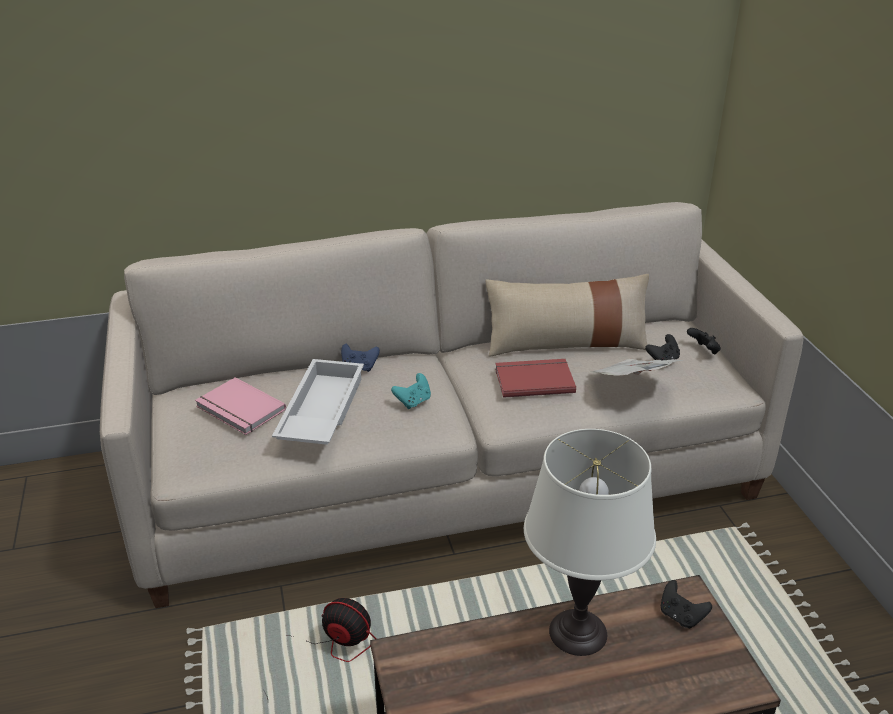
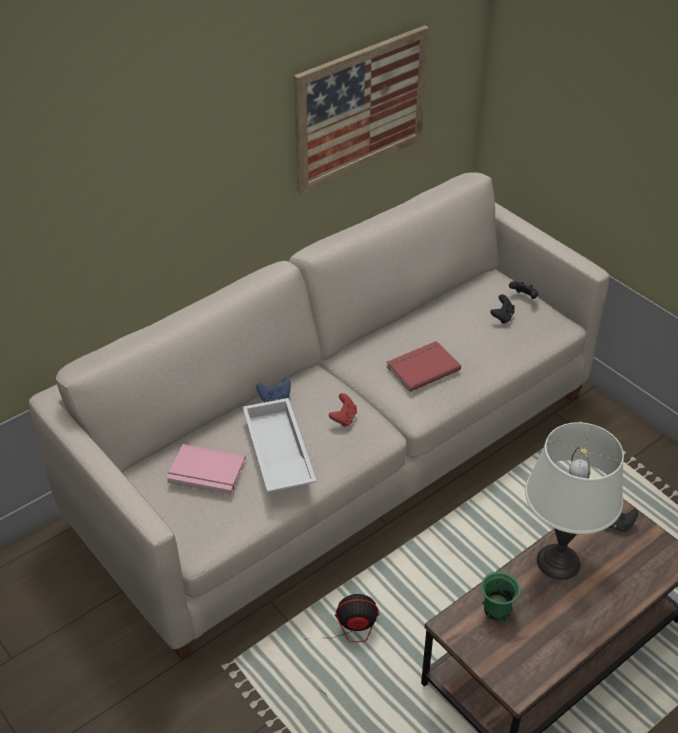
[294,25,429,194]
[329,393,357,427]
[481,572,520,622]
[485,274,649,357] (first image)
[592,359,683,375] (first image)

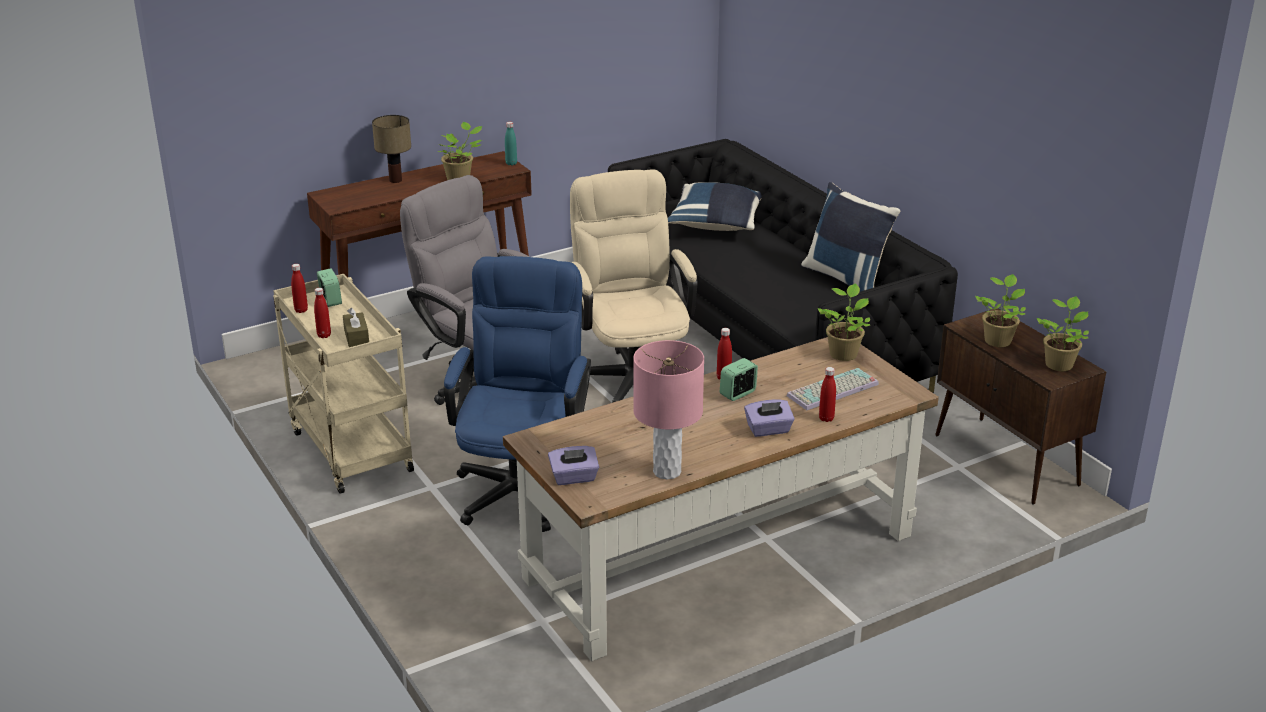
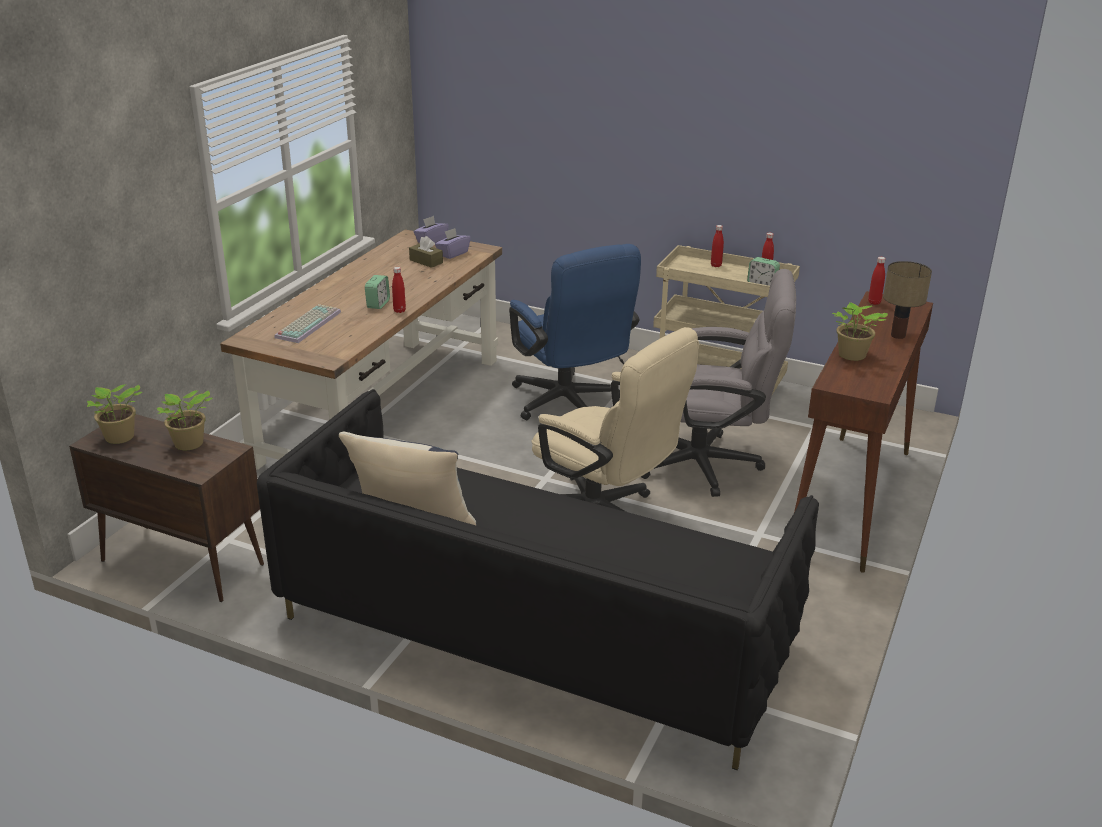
[409,236,443,268]
[435,228,470,259]
[868,257,886,305]
[505,122,517,166] (first image)
[633,340,704,480] (first image)
[668,182,762,231] (first image)
[818,283,870,361] (first image)

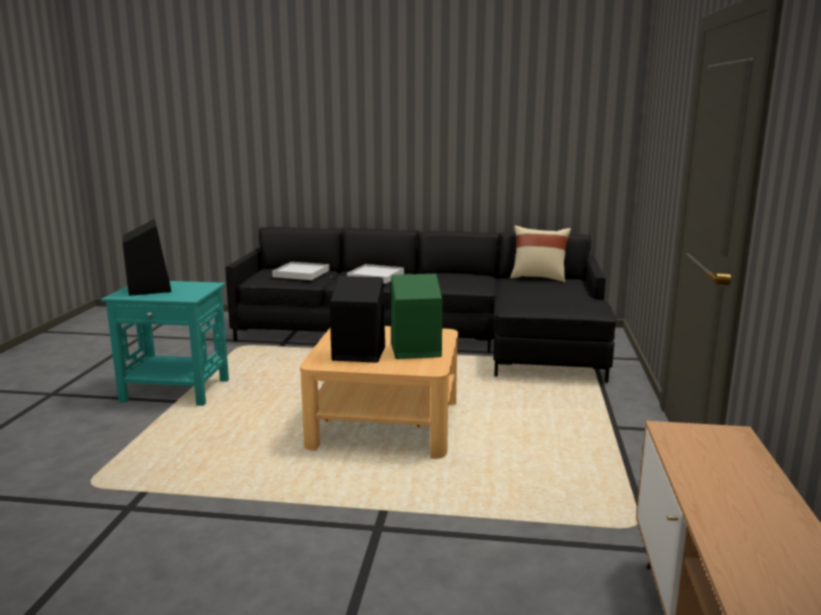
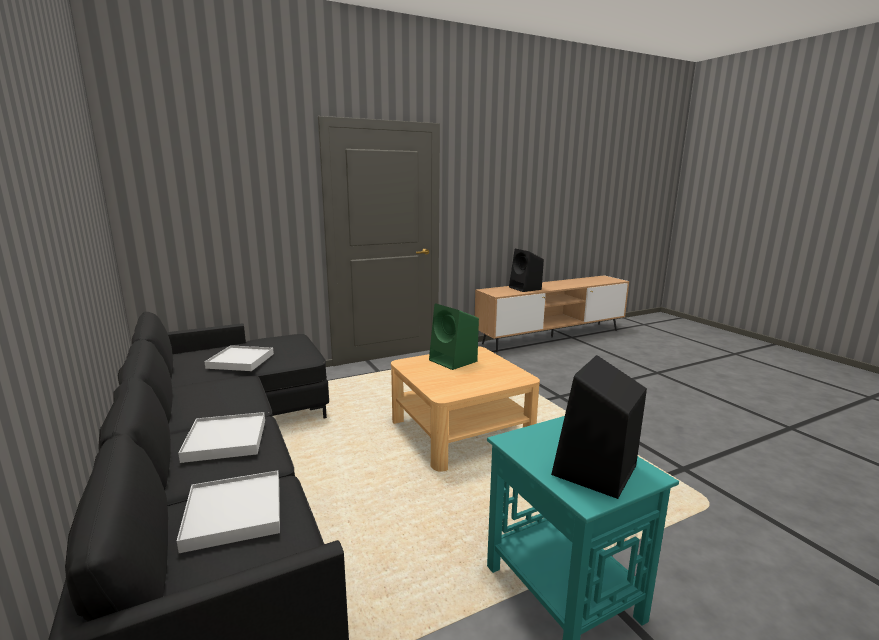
[204,345,274,371]
[509,249,544,292]
[510,225,571,282] (first image)

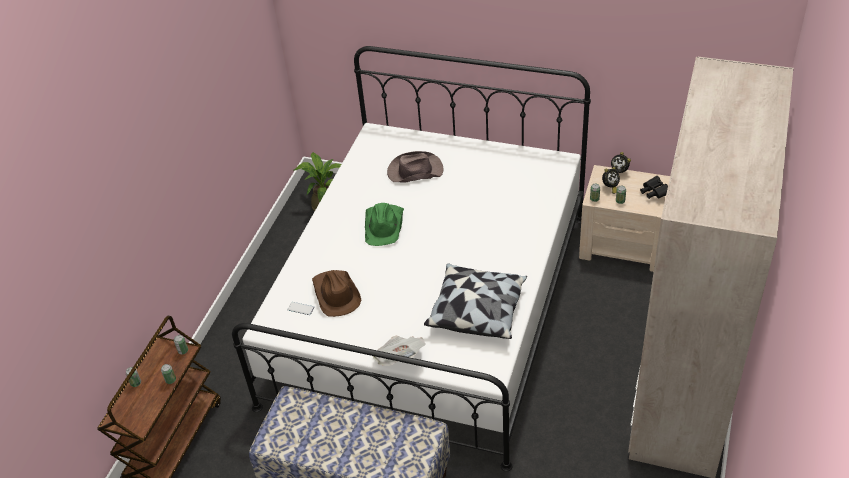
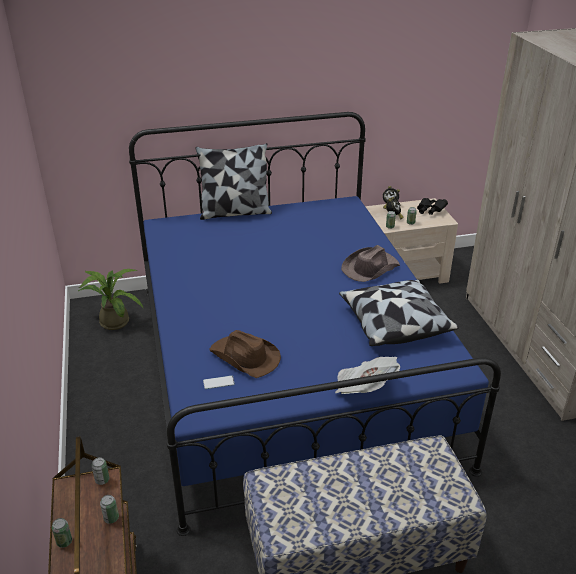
[129,112,501,536]
[196,143,272,220]
[341,245,400,282]
[365,203,404,246] (first image)

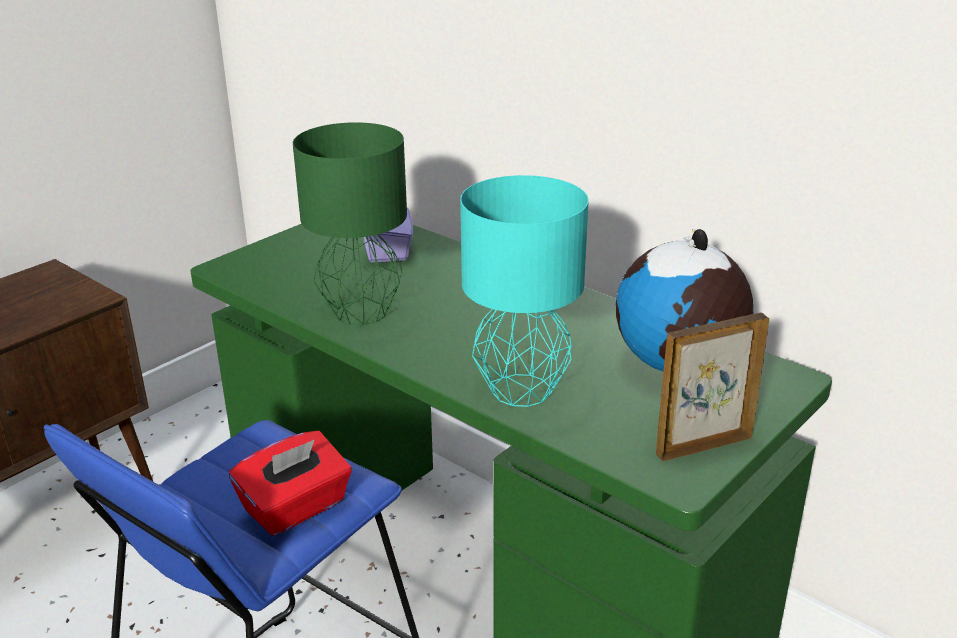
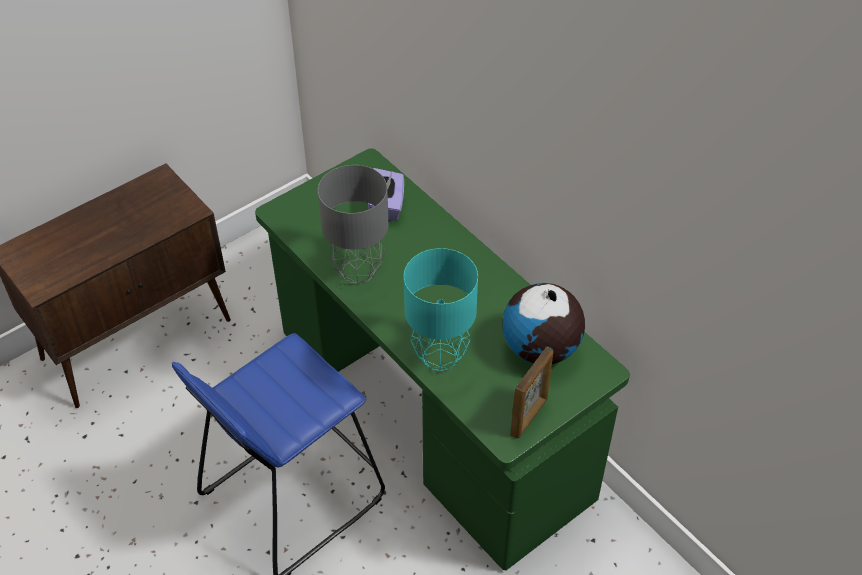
[318,165,389,284]
[510,347,553,439]
[229,431,352,536] (first image)

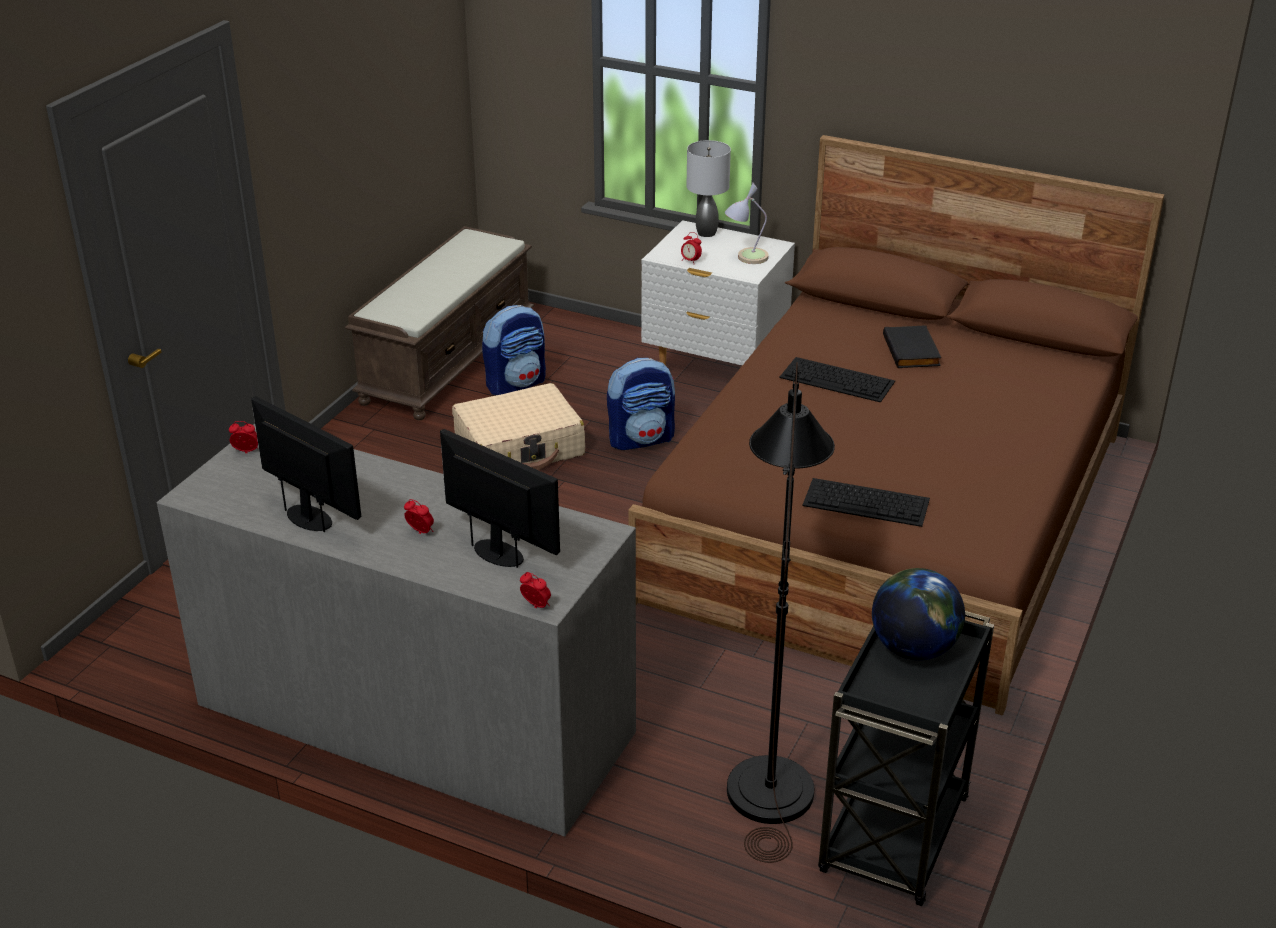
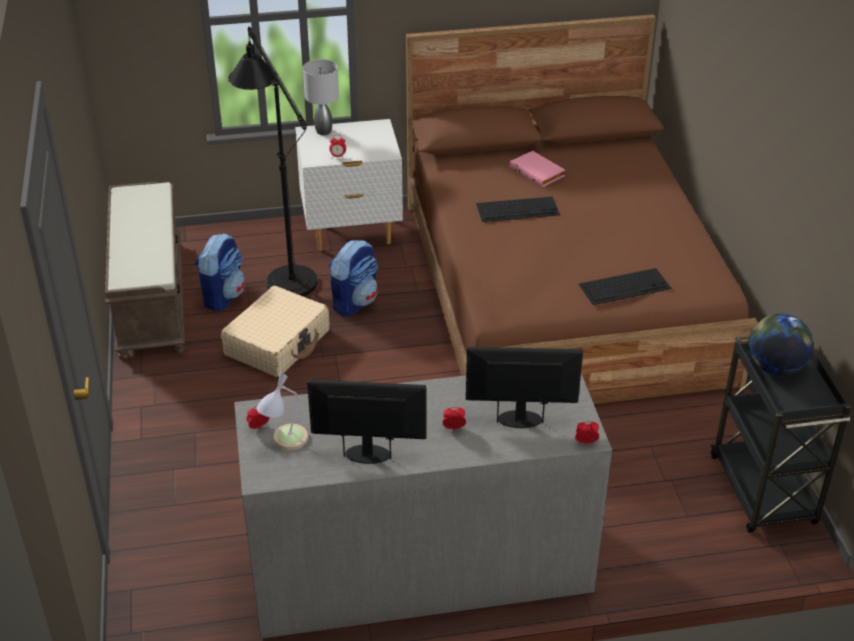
[228,26,323,304]
[257,371,308,450]
[509,151,565,187]

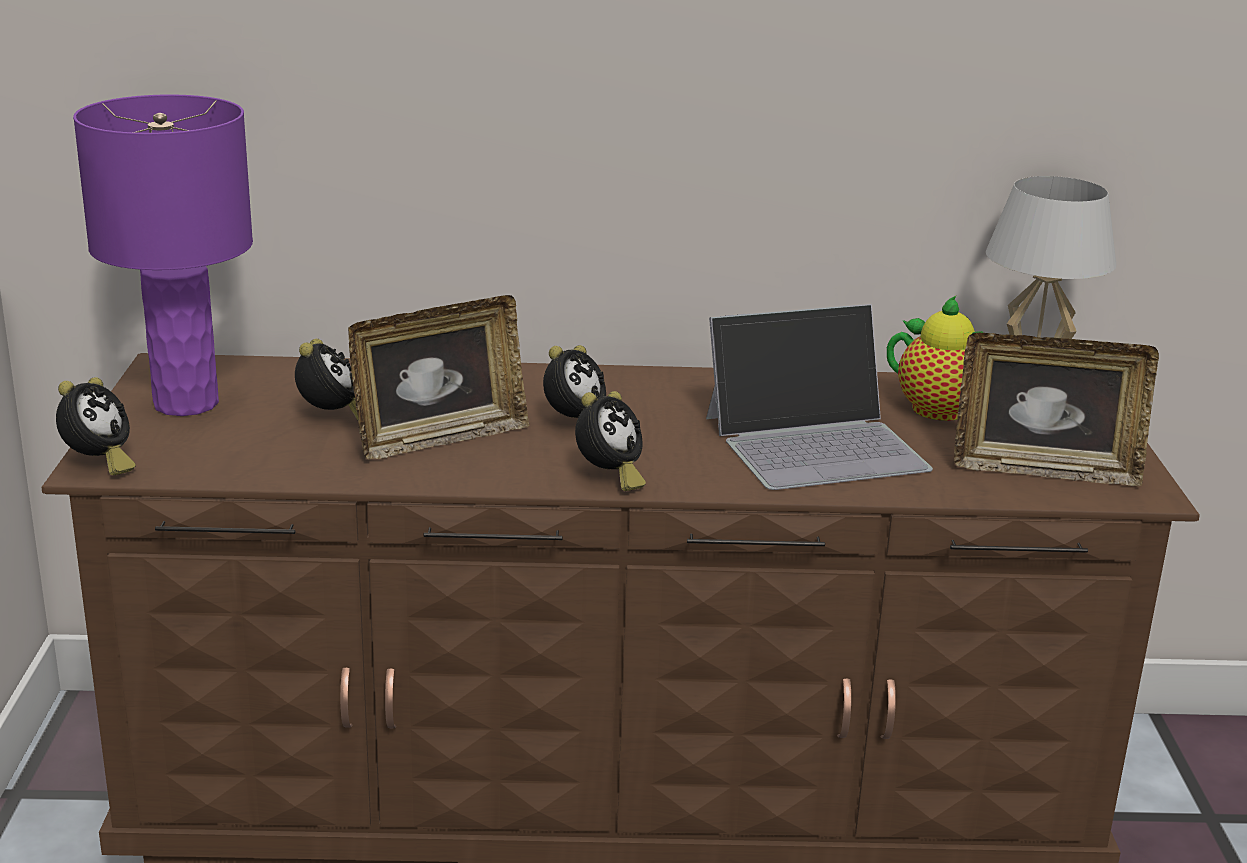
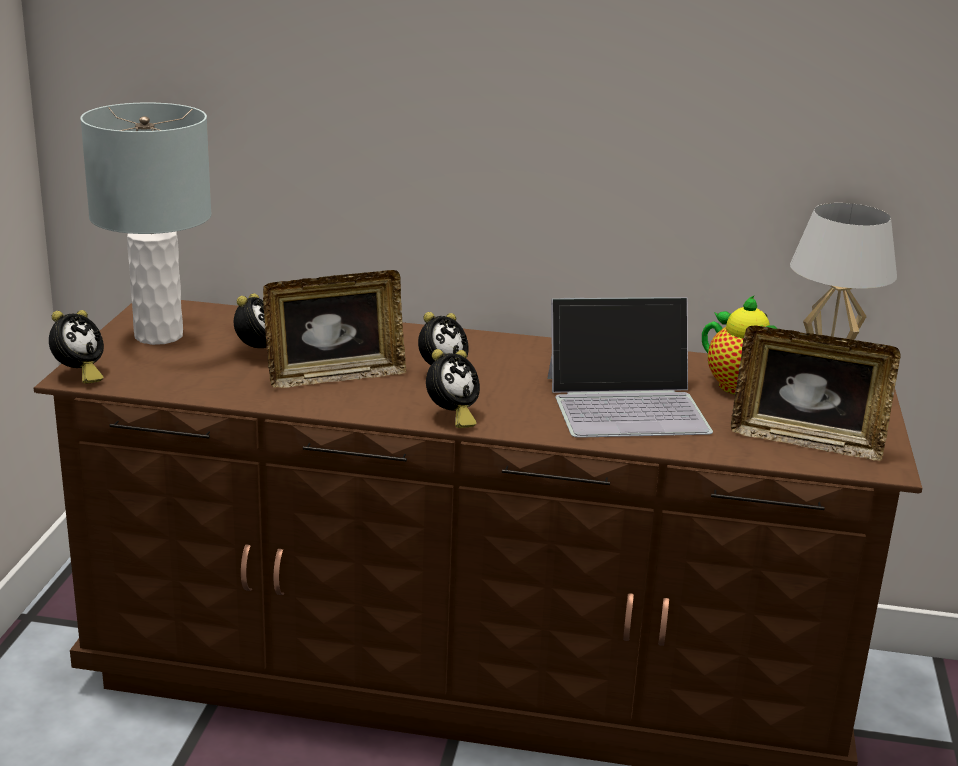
[80,102,212,345]

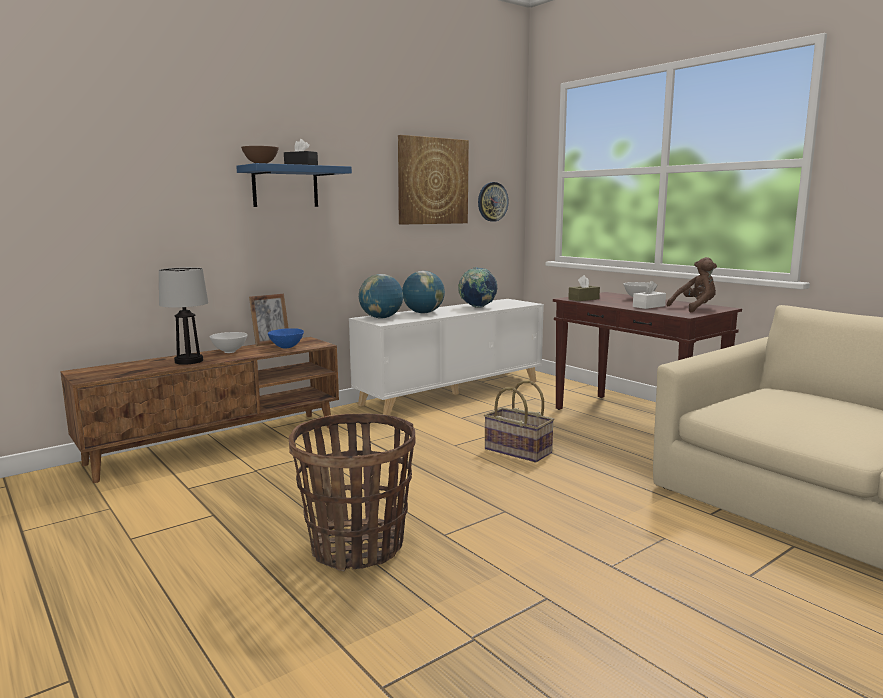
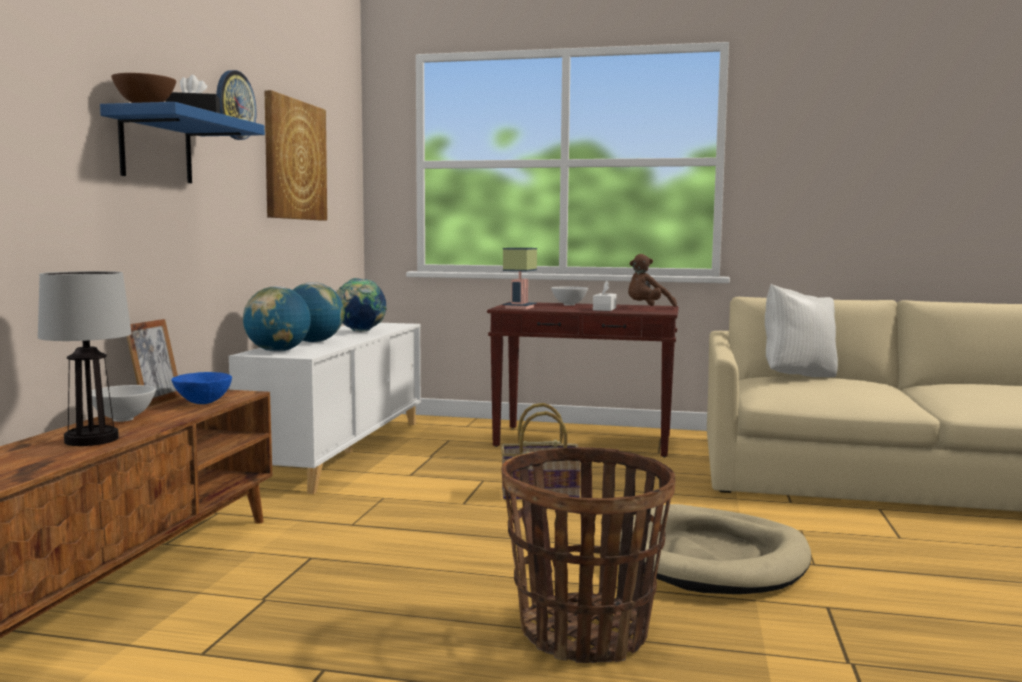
[216,70,257,140]
[502,248,537,309]
[619,504,811,594]
[628,254,677,307]
[765,284,838,377]

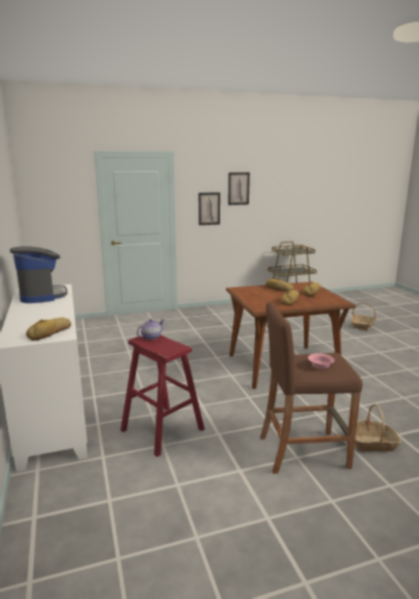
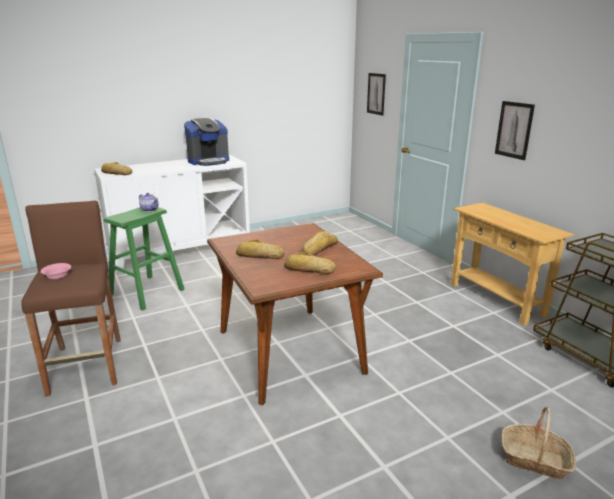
[103,207,185,310]
[367,73,386,116]
[451,202,574,326]
[348,404,402,452] (first image)

